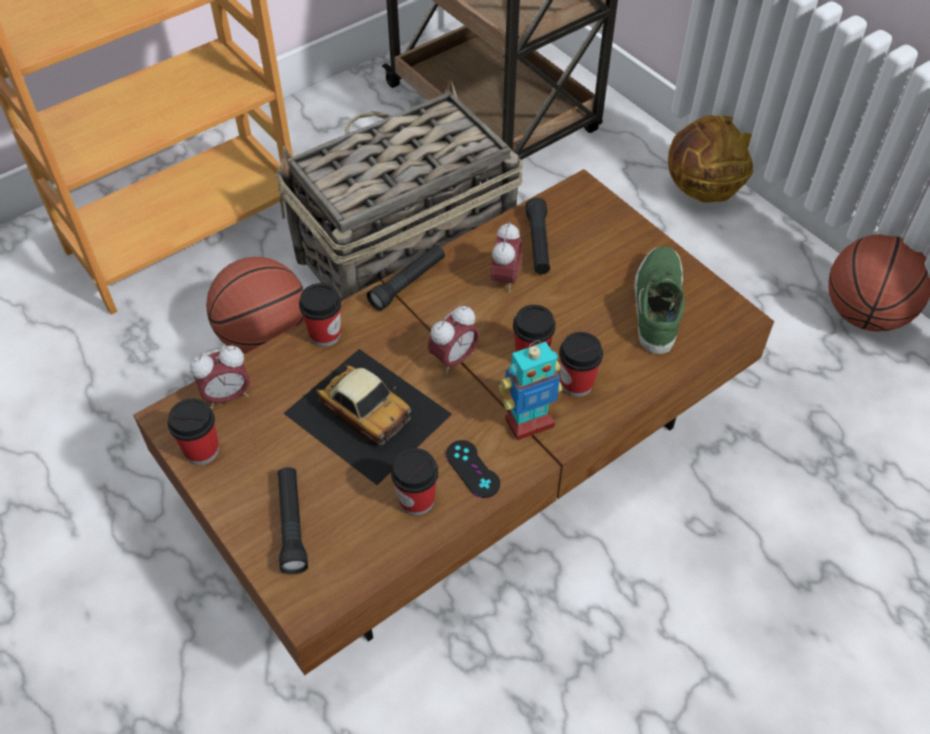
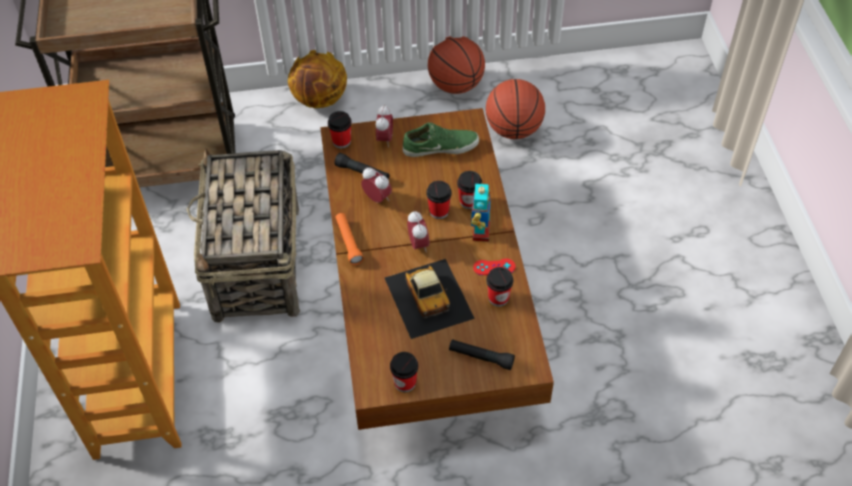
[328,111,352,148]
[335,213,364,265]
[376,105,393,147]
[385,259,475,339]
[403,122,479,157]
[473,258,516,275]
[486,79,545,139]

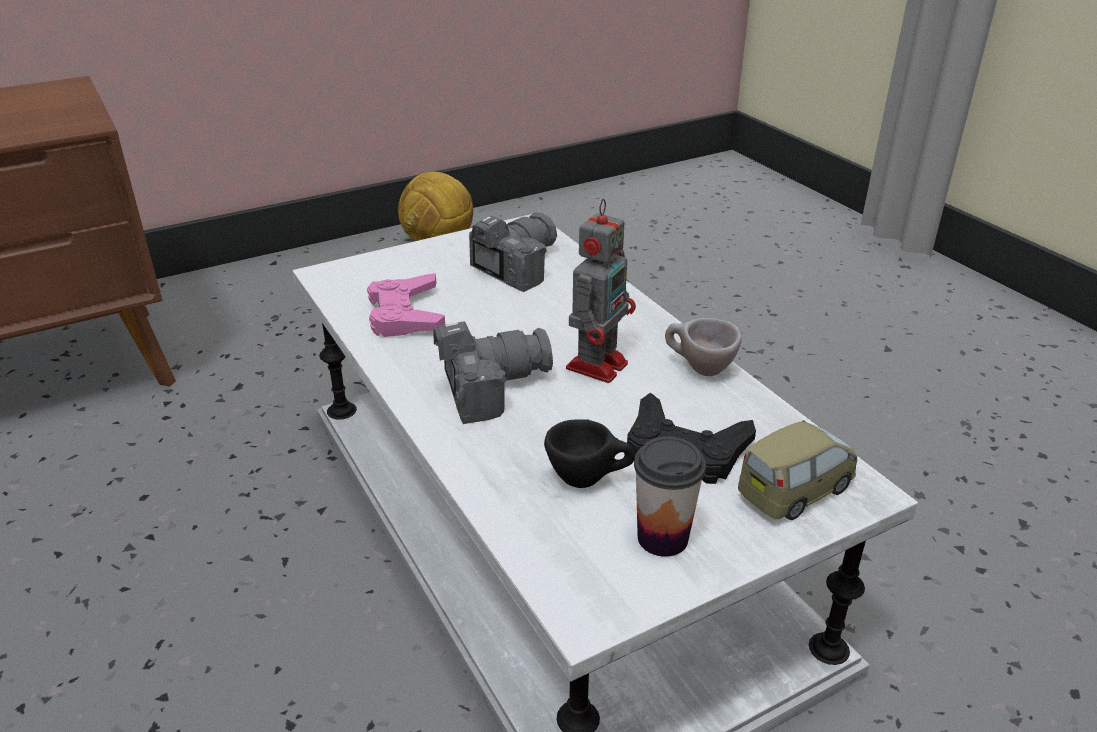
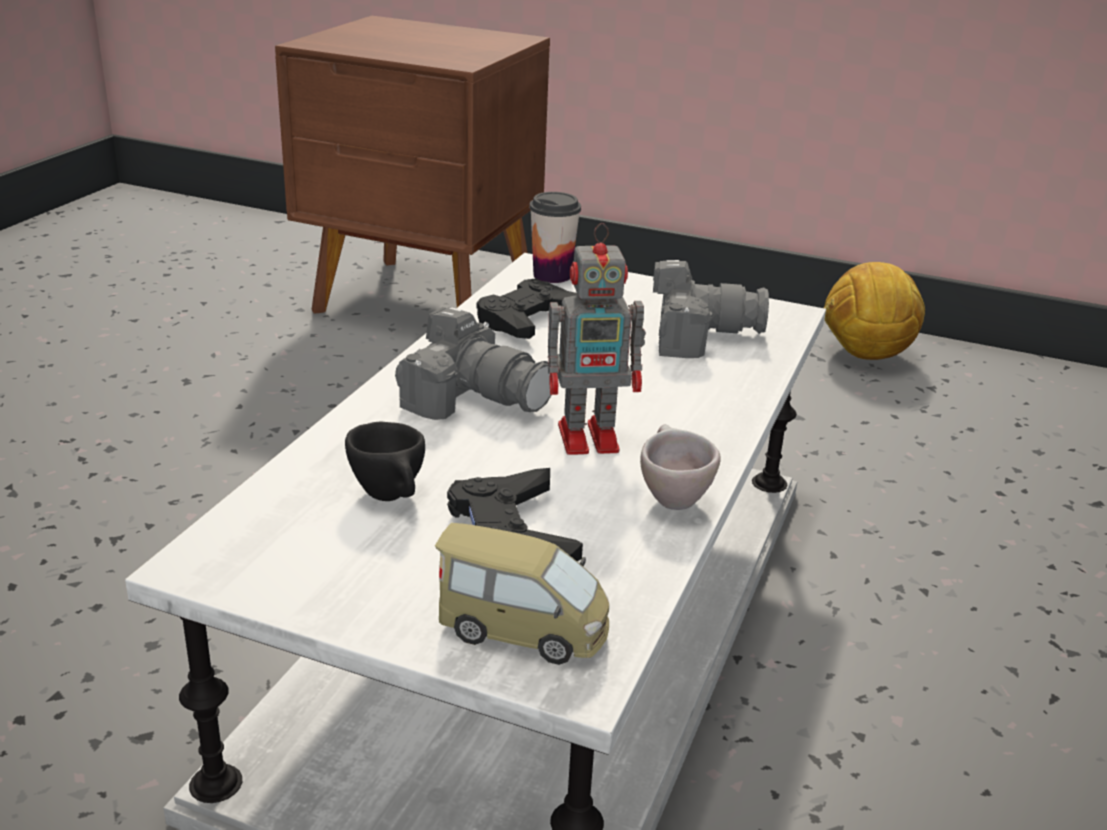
[476,278,578,339]
[529,192,581,283]

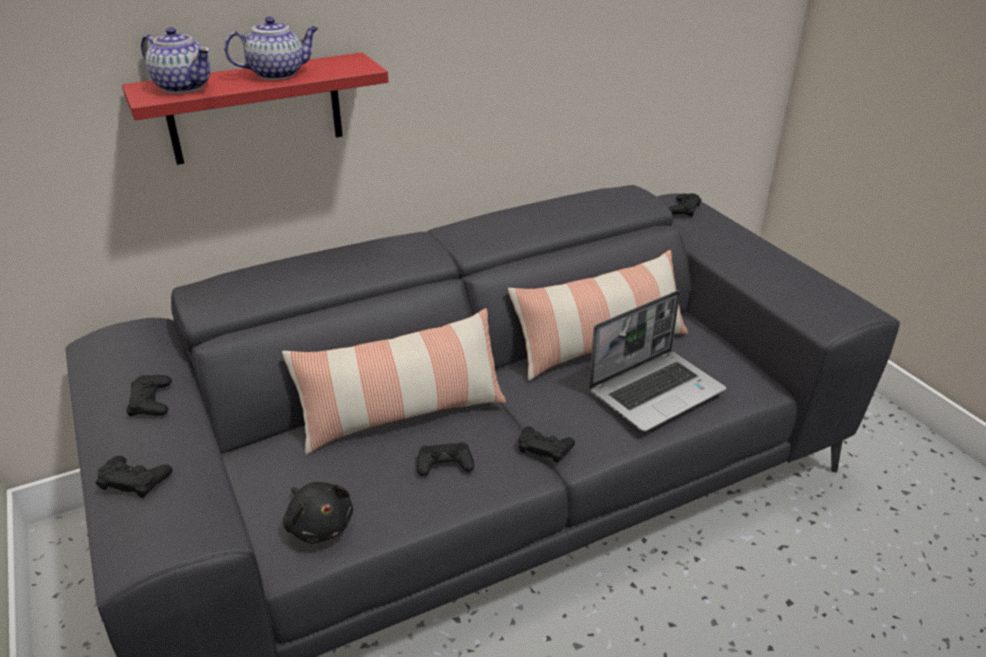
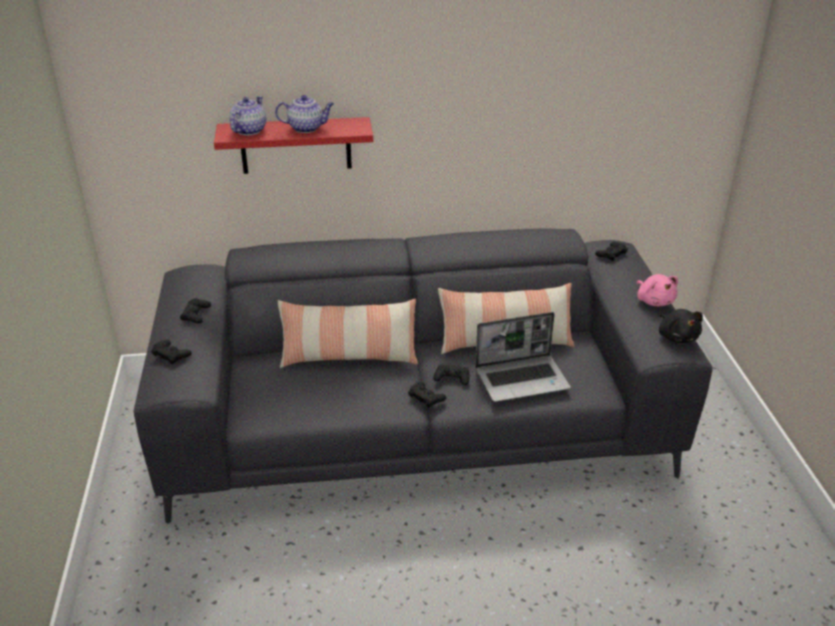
[229,96,266,135]
[433,364,470,385]
[636,274,678,306]
[659,309,703,343]

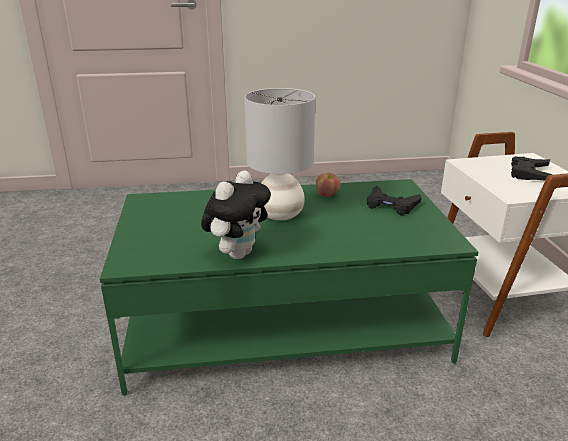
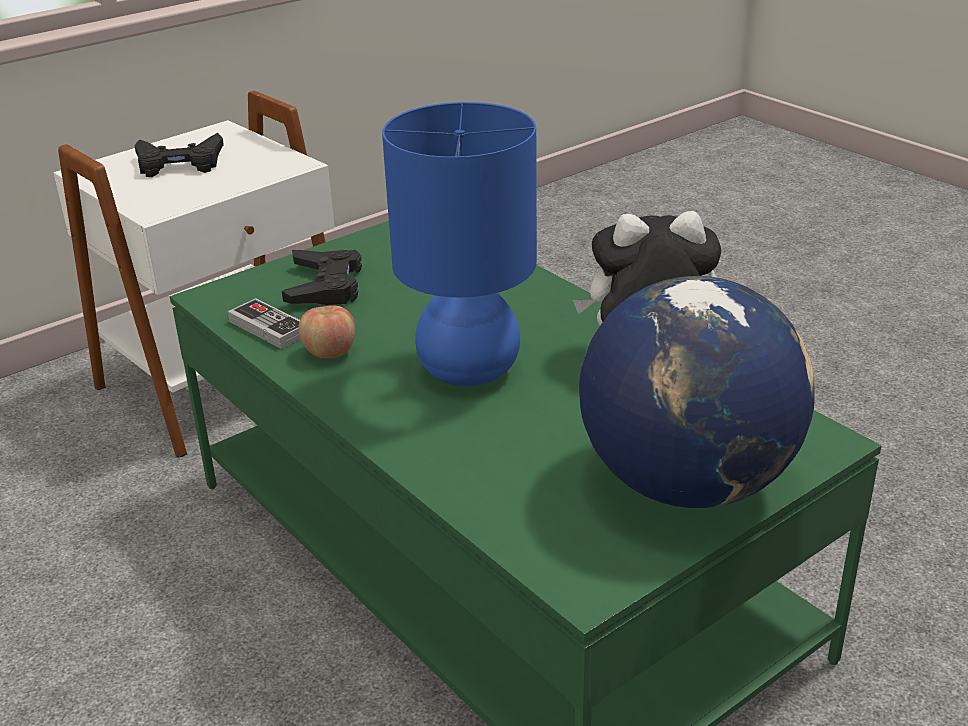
[228,298,300,349]
[382,102,537,386]
[579,276,815,508]

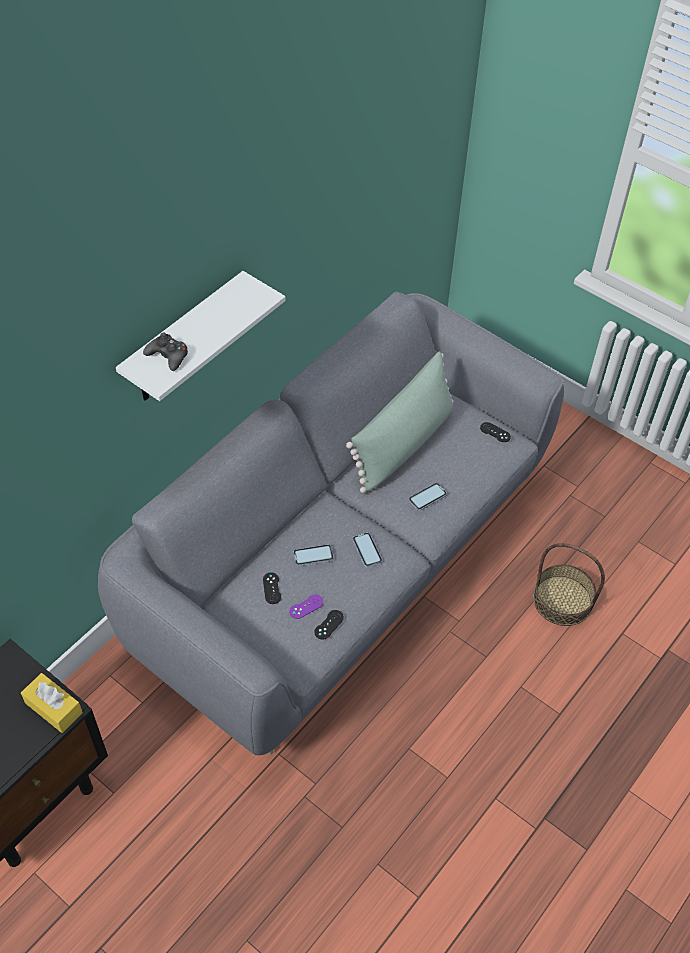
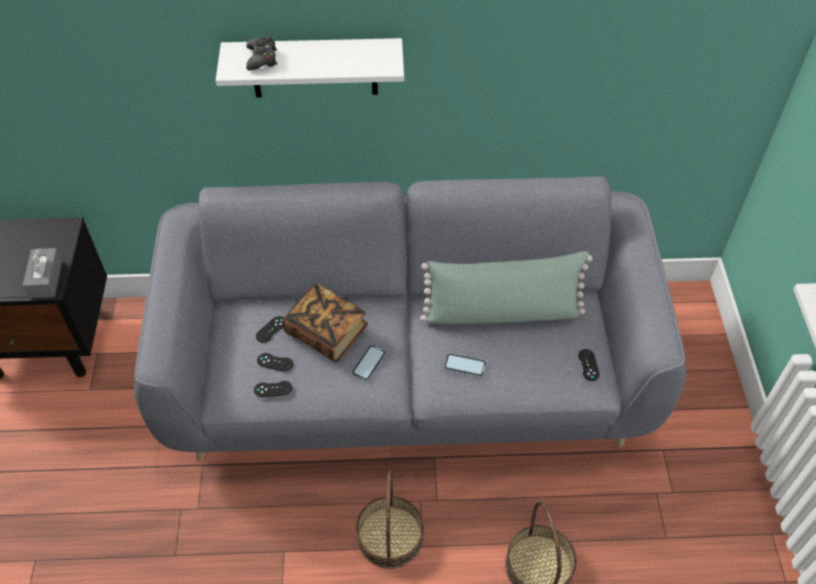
[22,248,62,298]
[257,353,293,372]
[283,283,368,362]
[356,470,424,569]

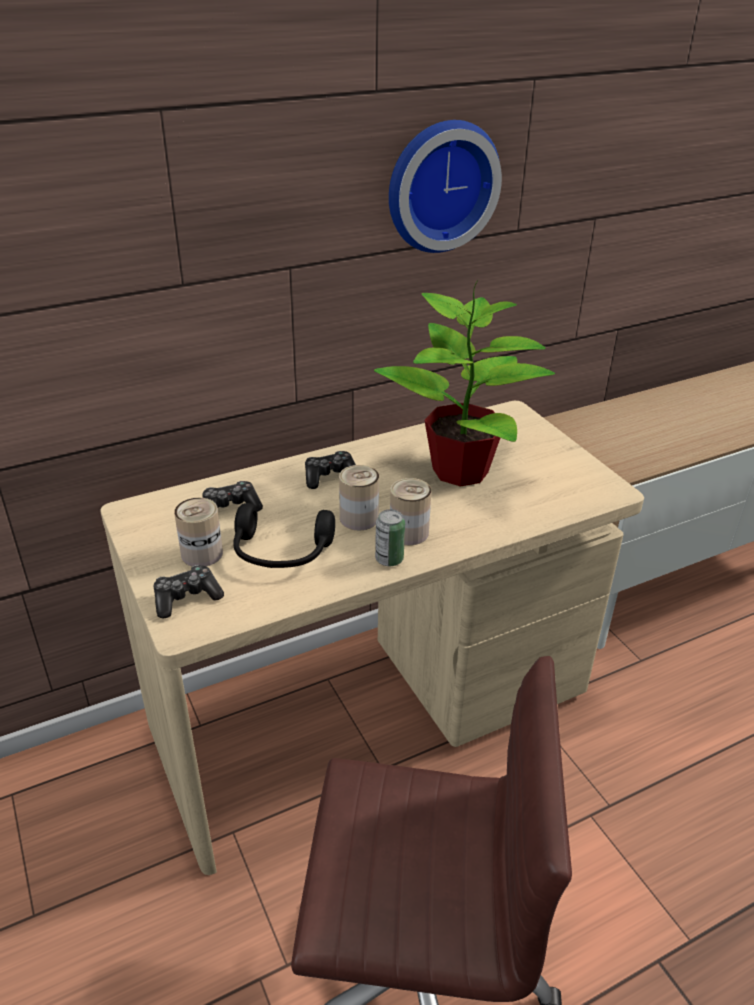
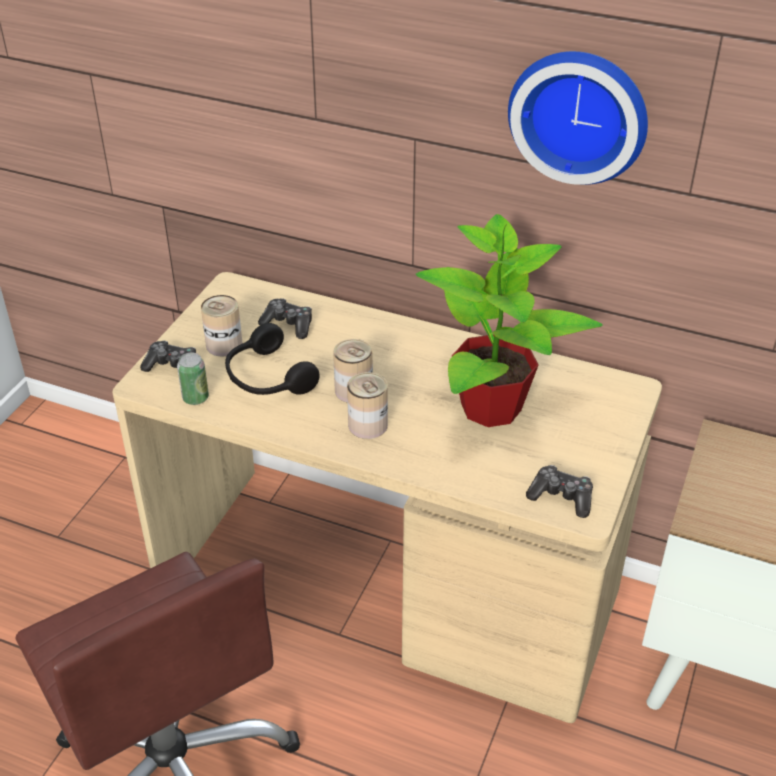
[177,352,209,405]
[526,465,593,518]

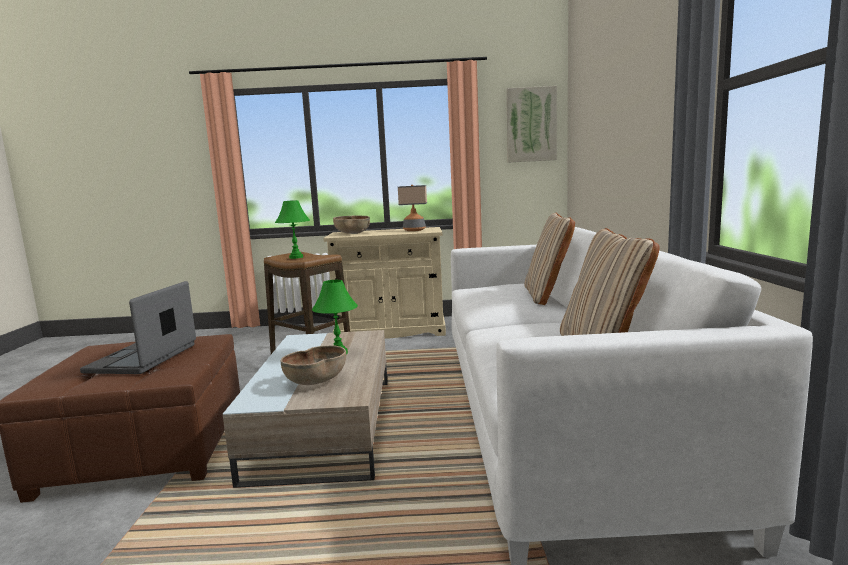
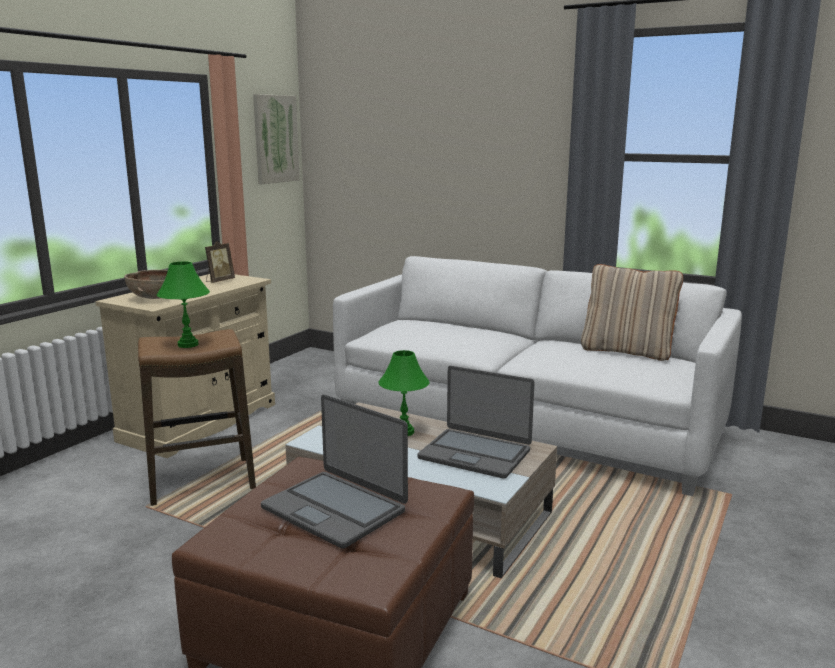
[205,241,235,283]
[417,366,535,479]
[524,212,575,305] (first image)

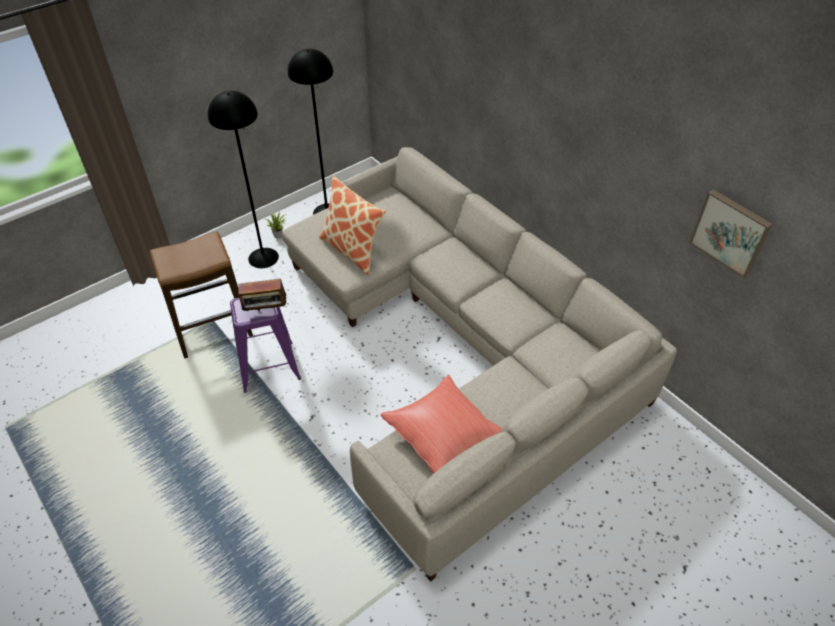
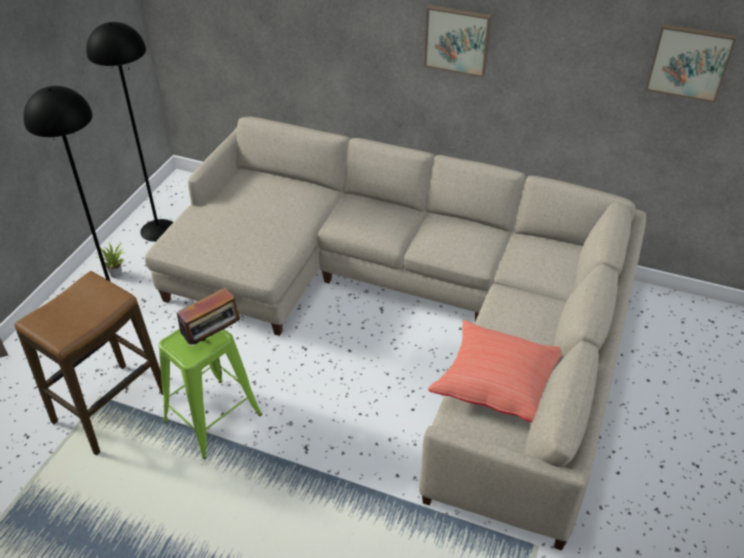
[159,329,262,459]
[424,5,491,77]
[319,175,386,275] (first image)

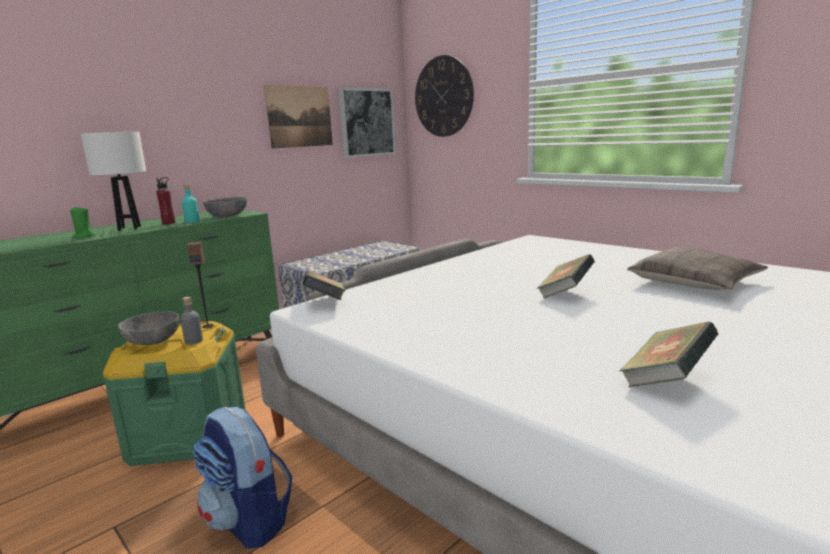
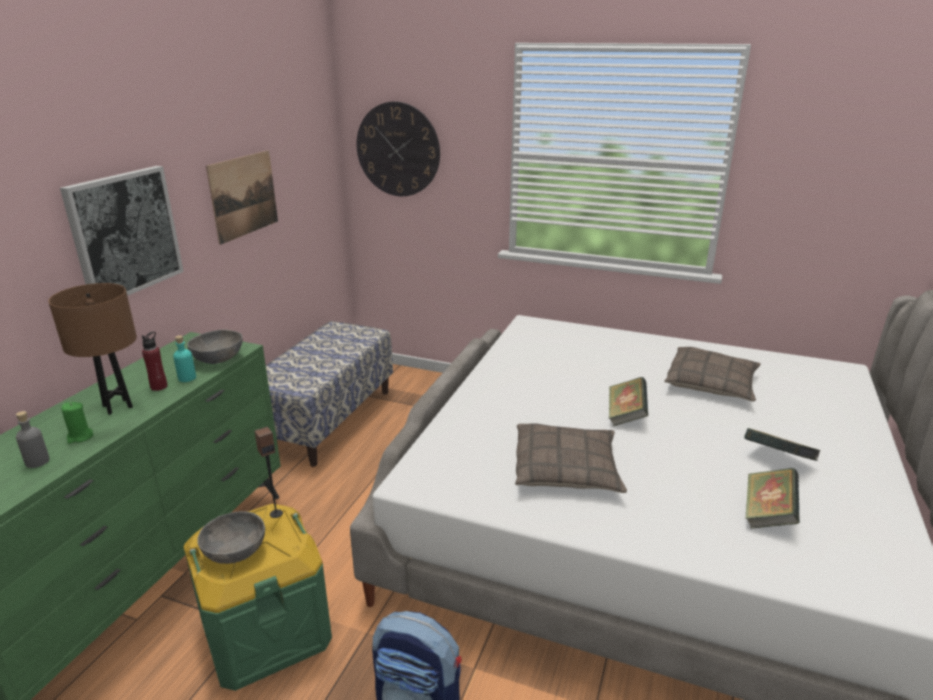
[16,411,50,468]
[48,283,137,415]
[60,166,184,296]
[515,423,627,493]
[744,428,820,461]

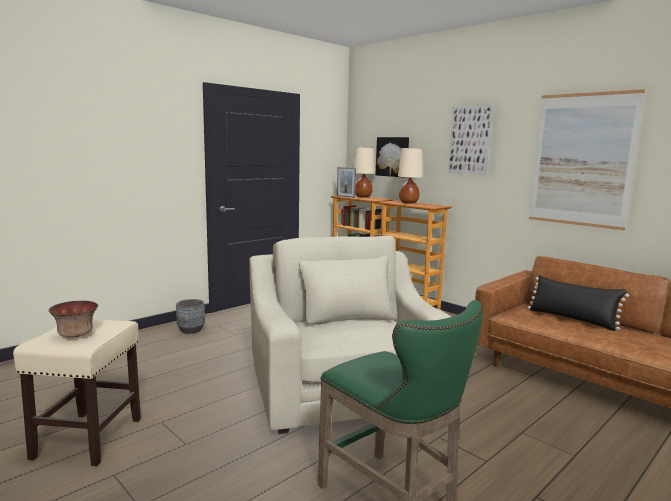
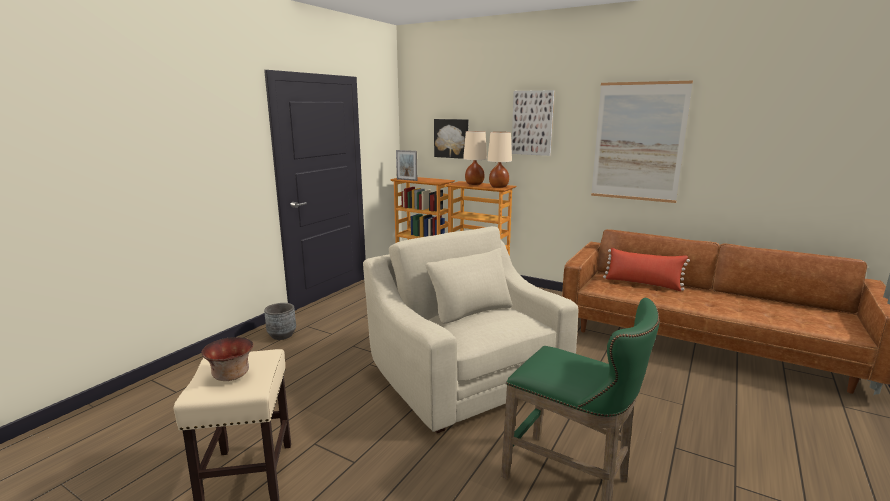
[487,132,512,188]
[603,248,690,291]

